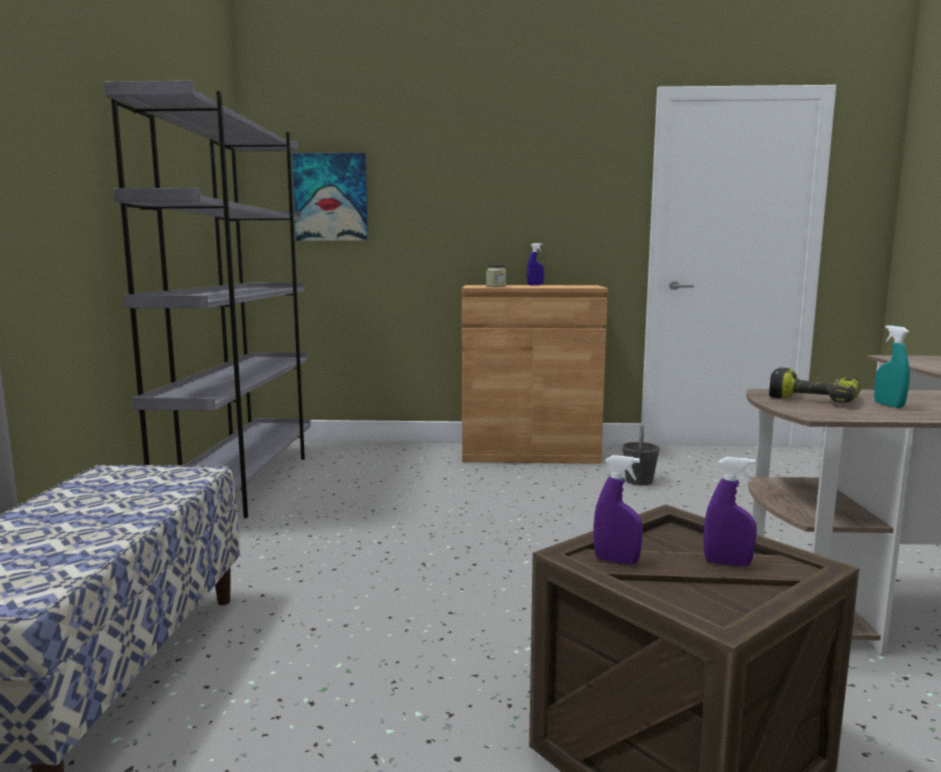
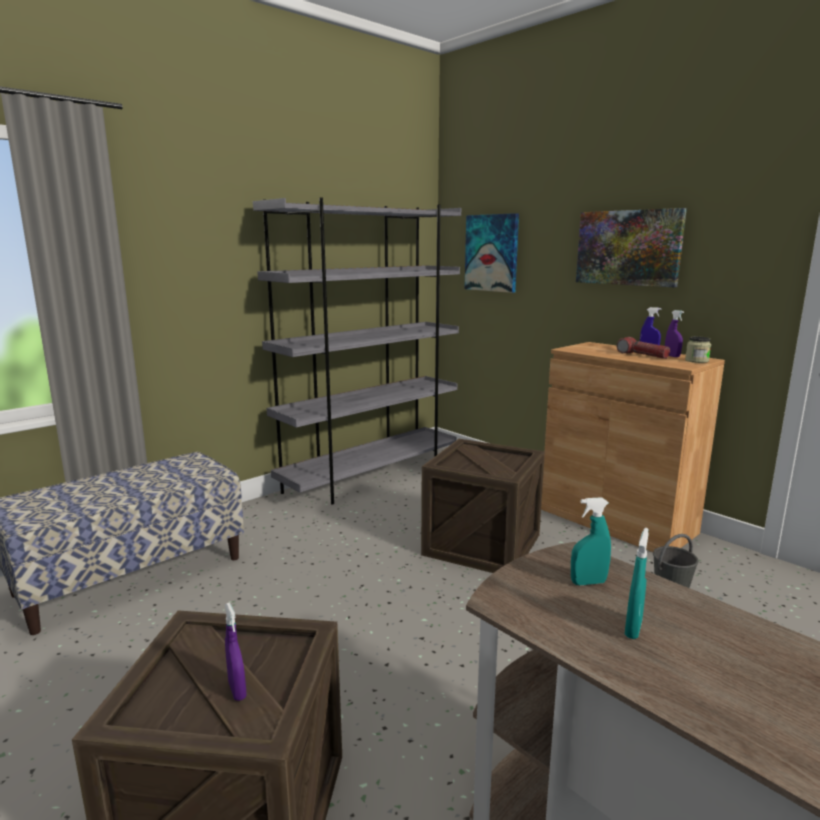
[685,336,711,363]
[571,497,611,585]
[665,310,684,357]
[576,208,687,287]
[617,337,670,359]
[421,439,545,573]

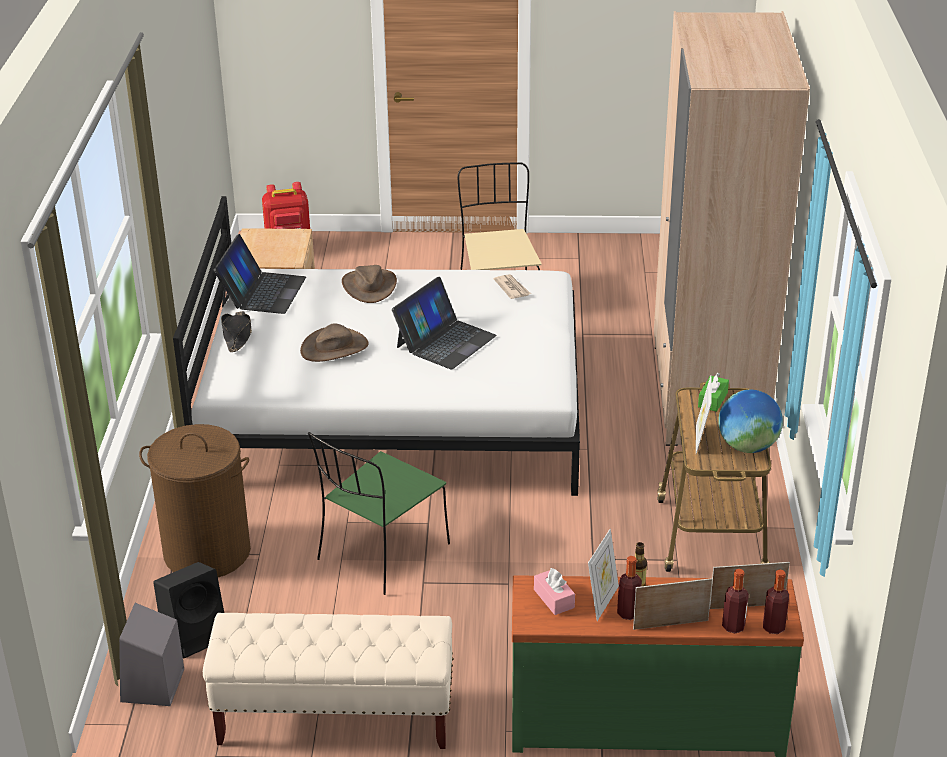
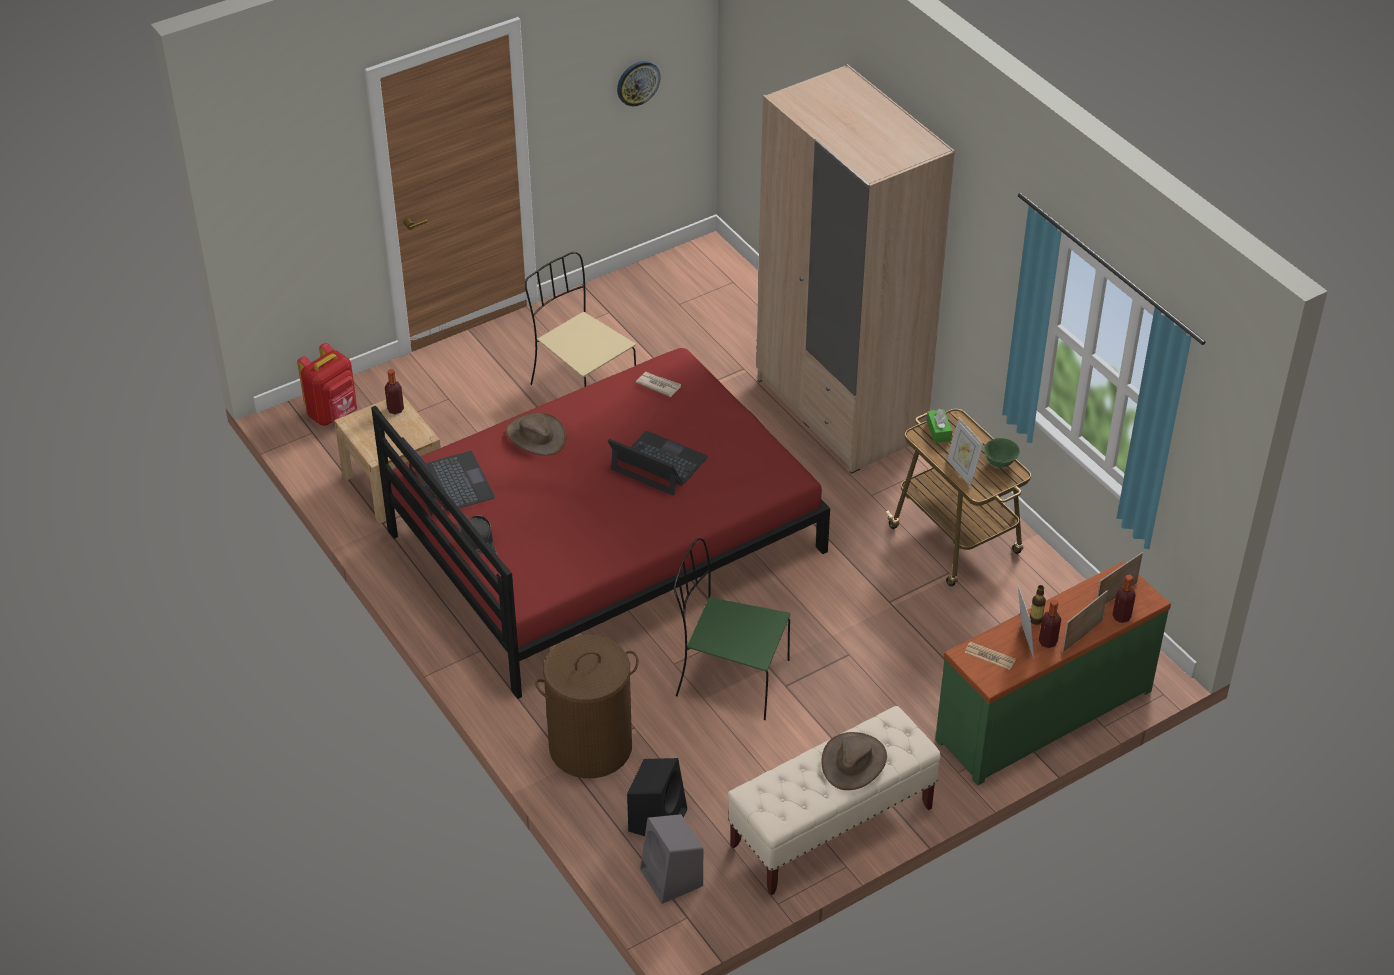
[371,348,830,699]
[608,431,708,496]
[822,732,887,790]
[984,438,1020,468]
[674,538,790,720]
[964,642,1016,670]
[385,369,404,415]
[617,61,661,106]

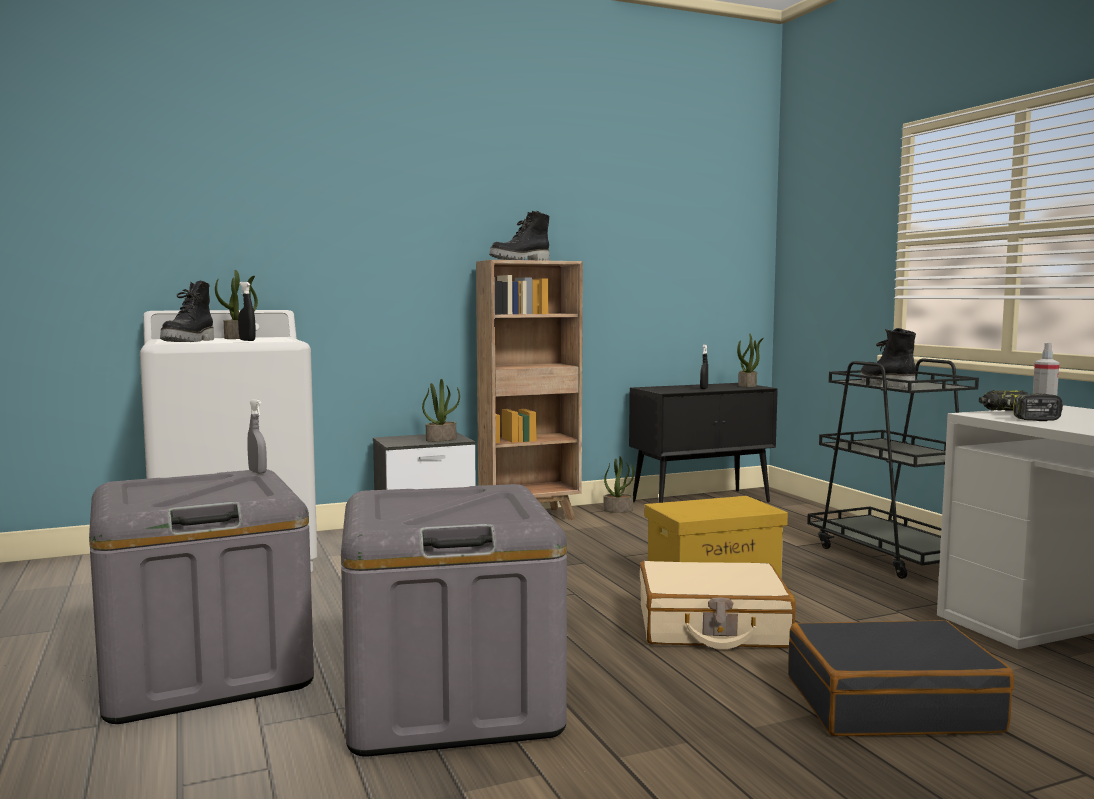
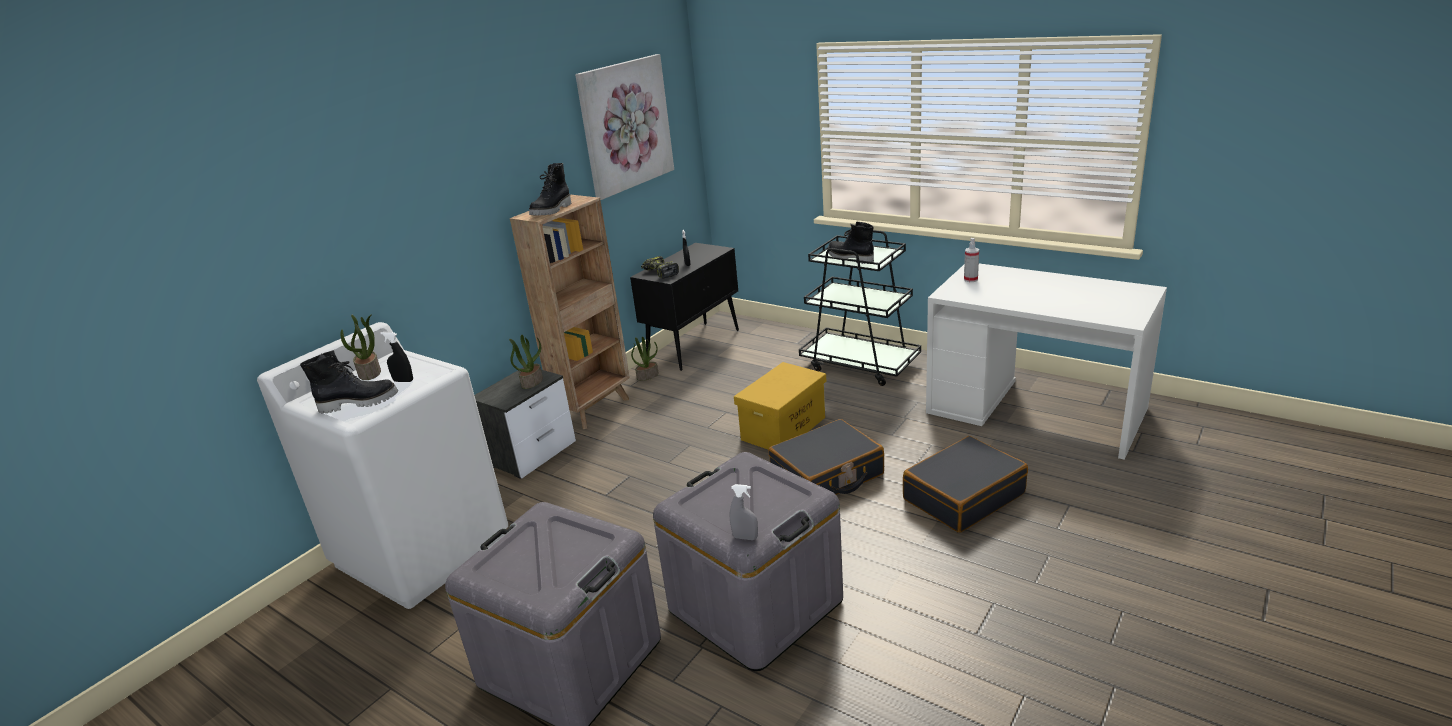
[300,350,398,414]
[737,333,764,387] (first image)
[641,256,679,279]
[730,484,758,540]
[769,419,884,495]
[575,54,674,200]

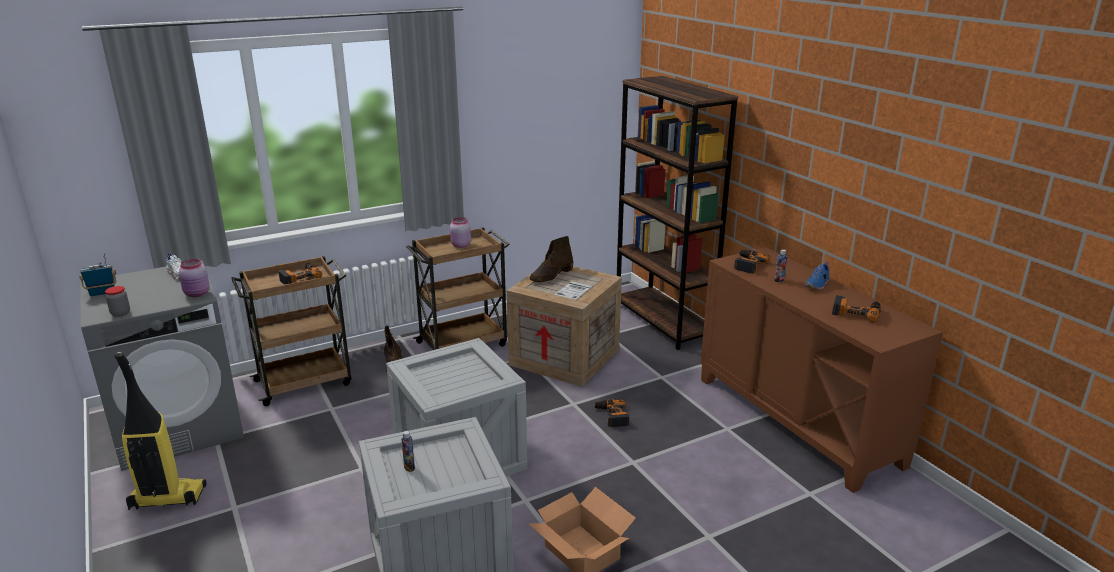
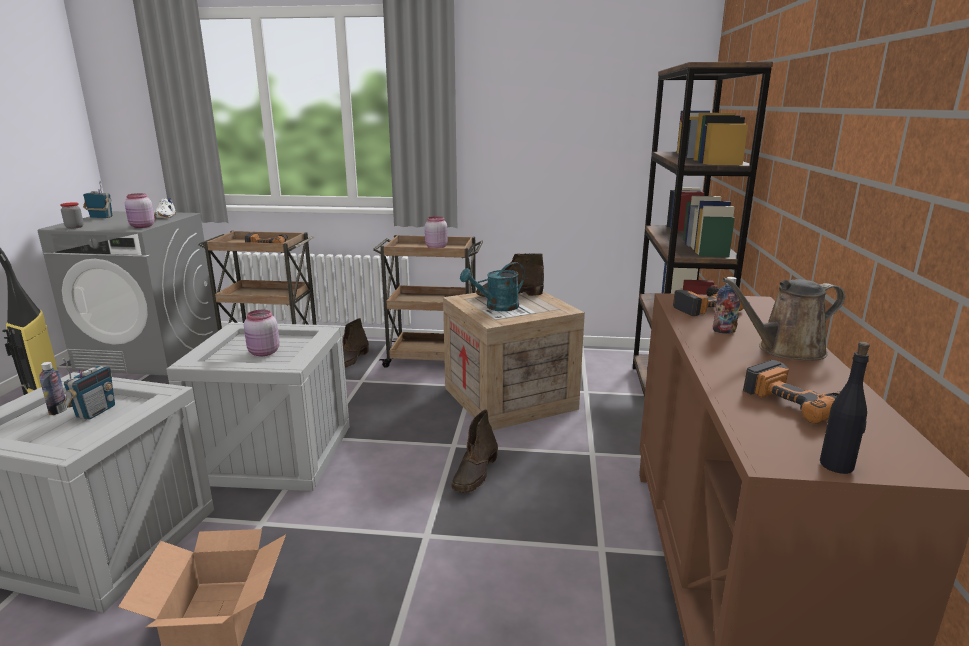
[722,278,845,361]
[451,410,498,493]
[460,262,525,311]
[244,310,280,356]
[820,342,870,474]
[62,358,115,420]

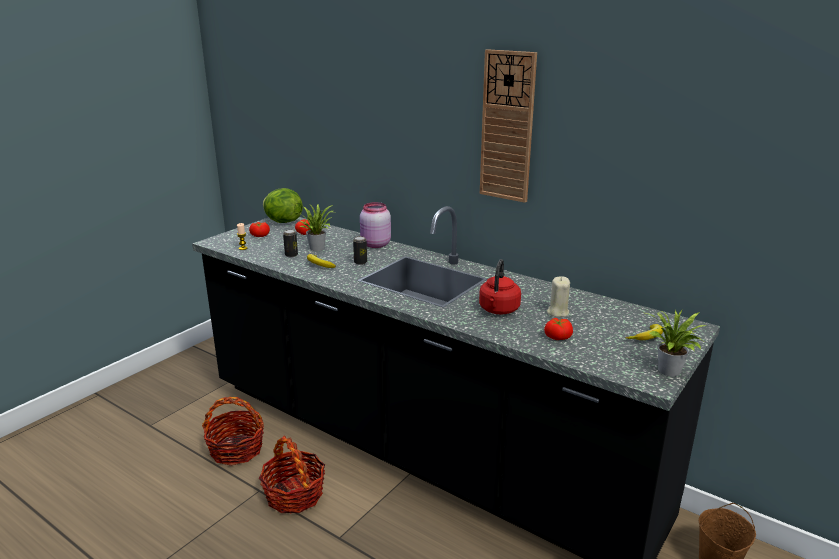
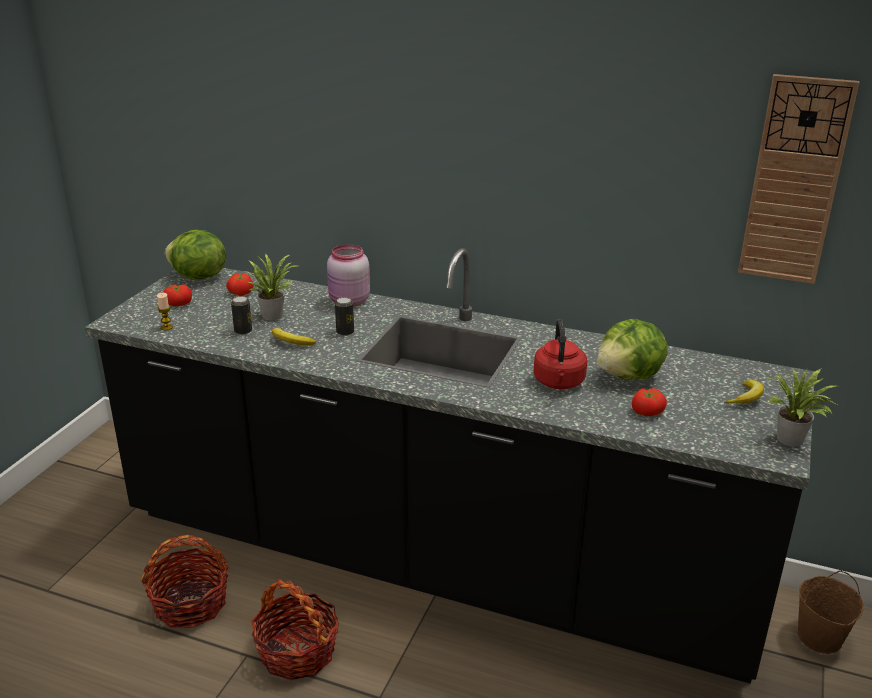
[738,74,860,284]
[597,319,668,380]

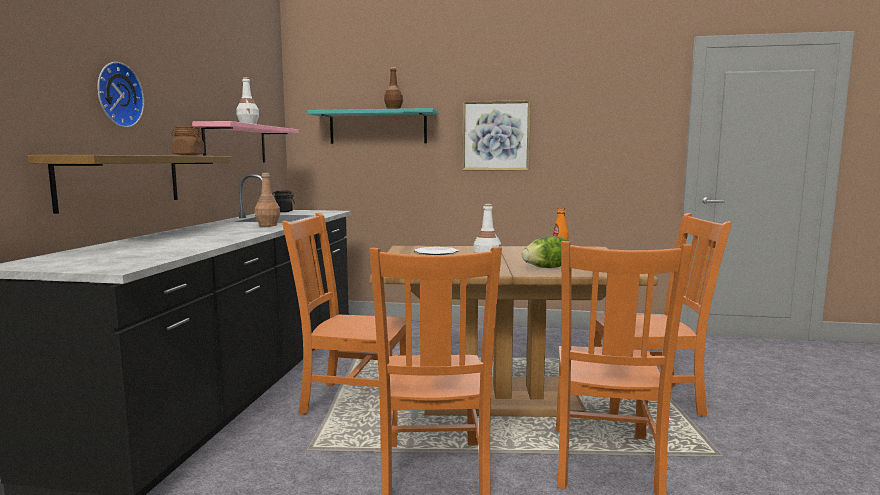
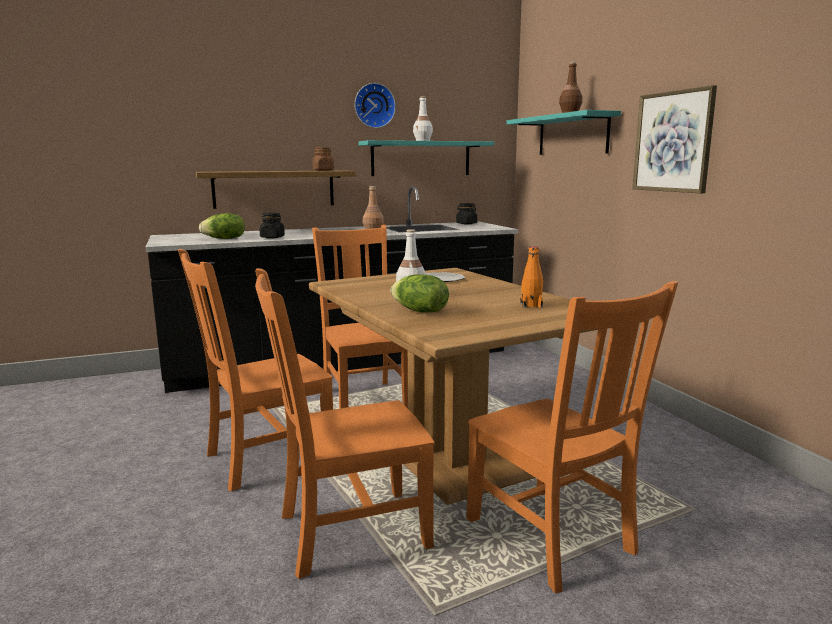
[354,83,396,128]
[358,140,494,176]
[199,213,245,239]
[260,213,285,239]

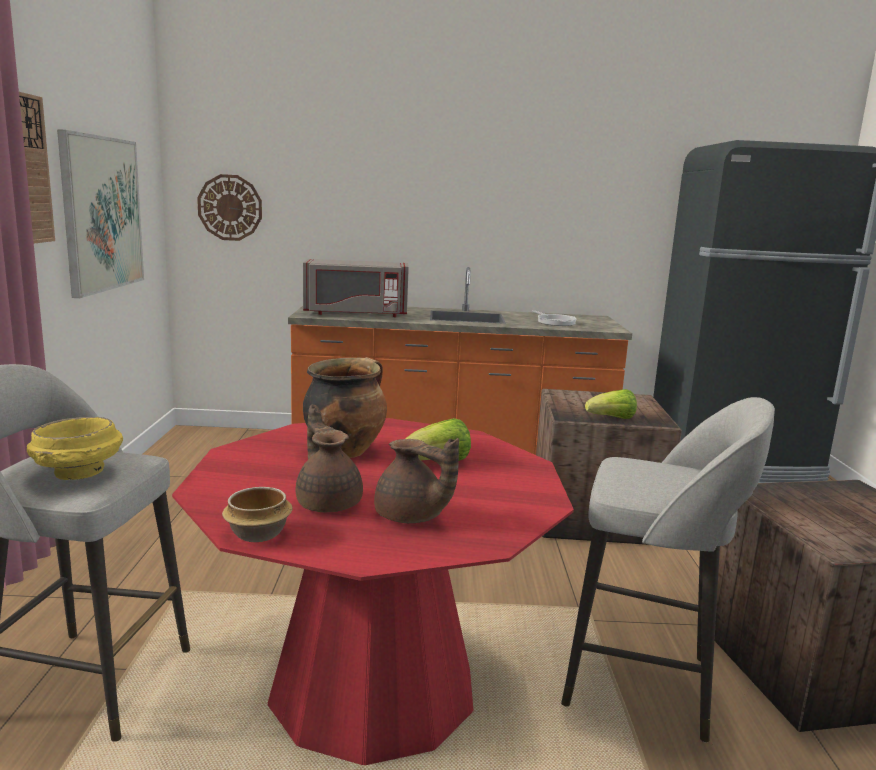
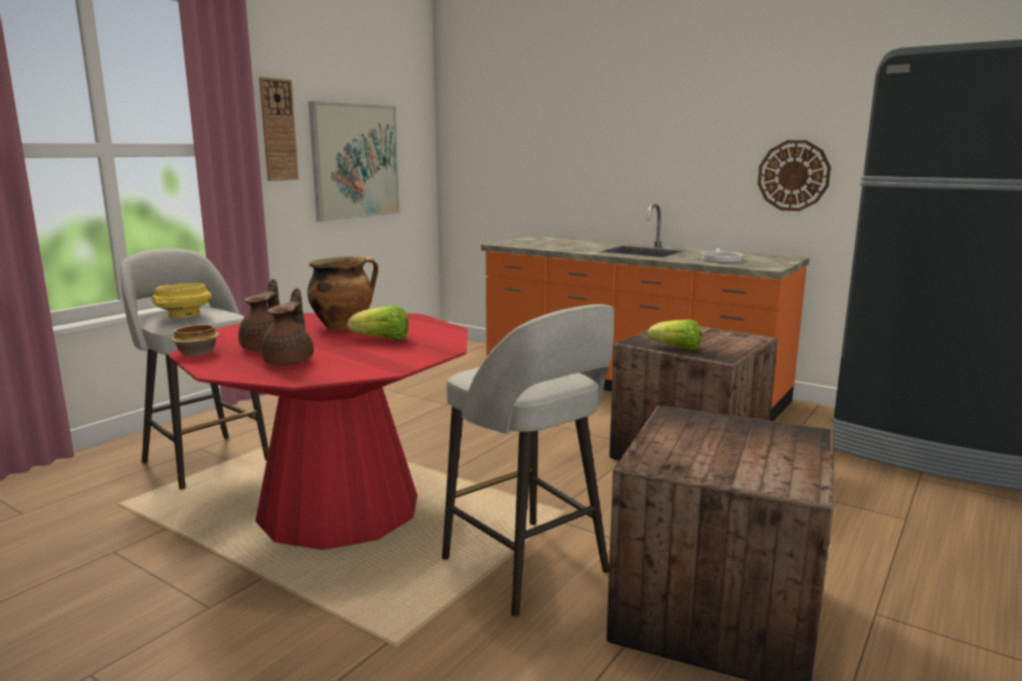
[758,140,831,211]
[303,259,409,317] (first image)
[261,288,314,365]

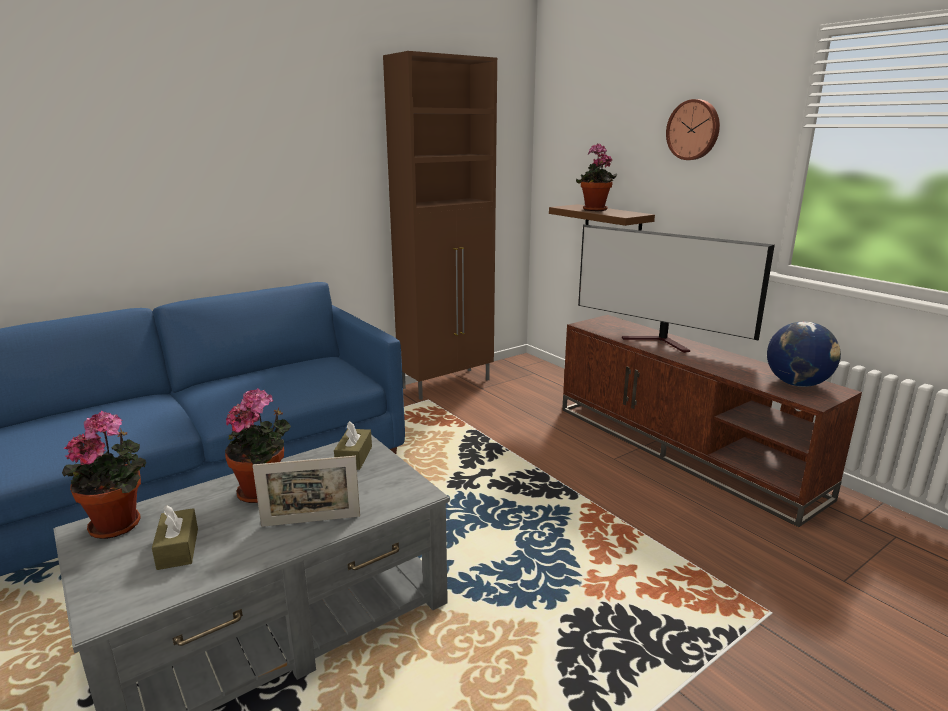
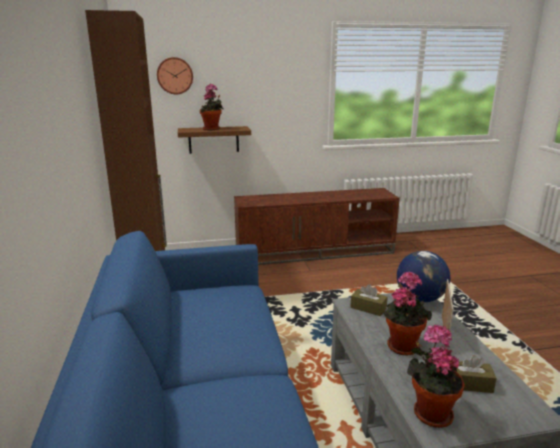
[157,57,193,95]
[578,224,775,353] (first image)
[397,251,450,302]

